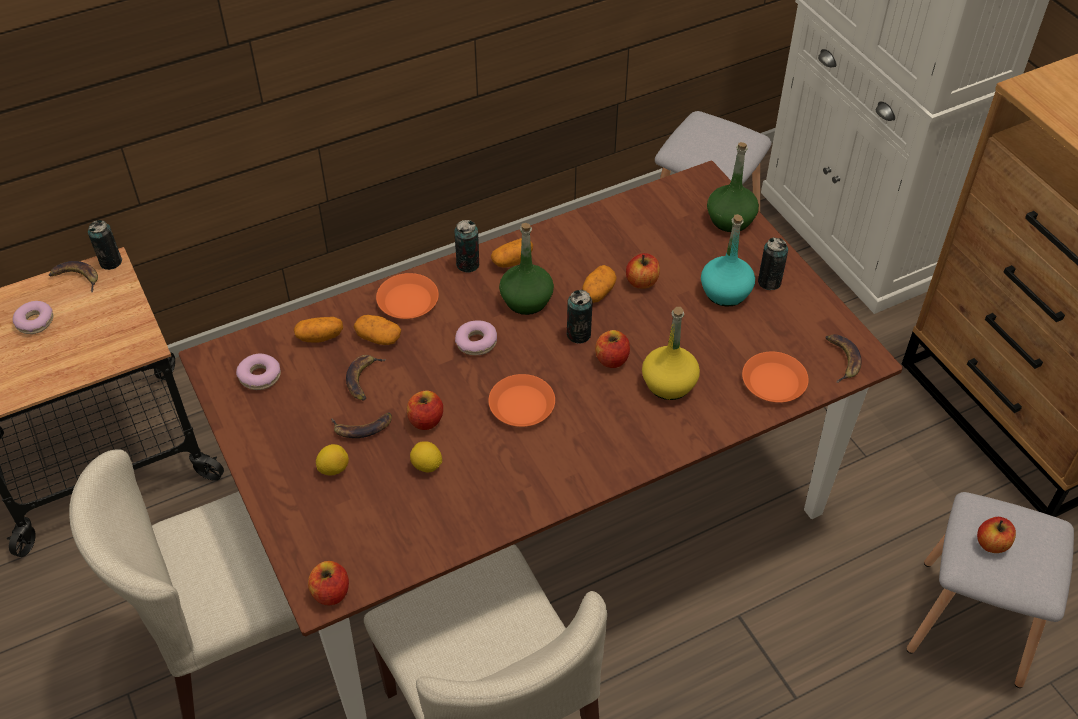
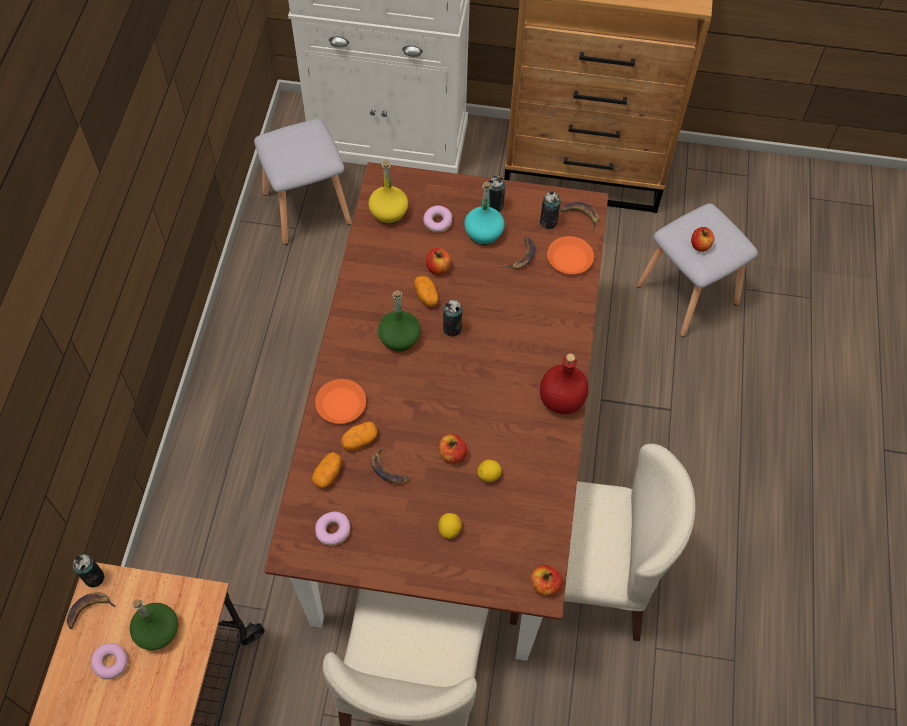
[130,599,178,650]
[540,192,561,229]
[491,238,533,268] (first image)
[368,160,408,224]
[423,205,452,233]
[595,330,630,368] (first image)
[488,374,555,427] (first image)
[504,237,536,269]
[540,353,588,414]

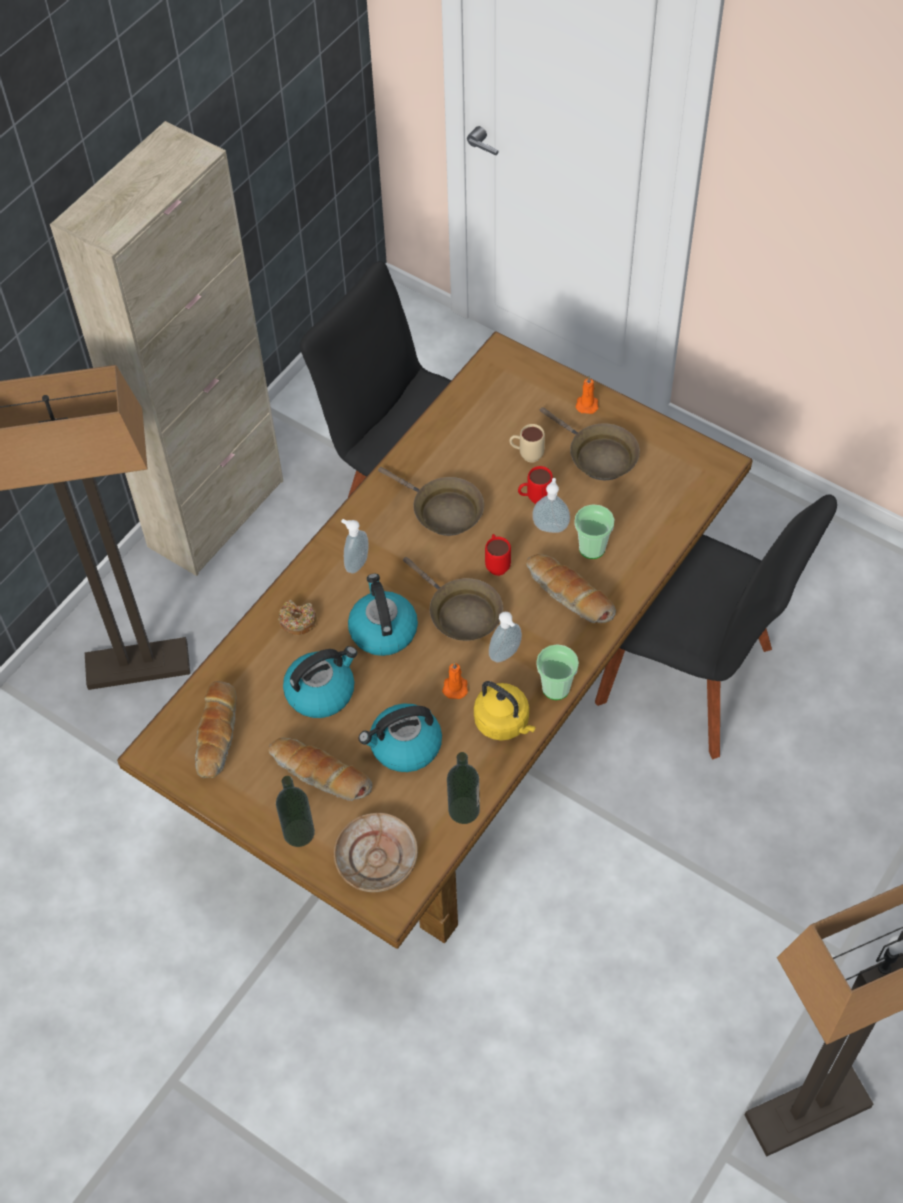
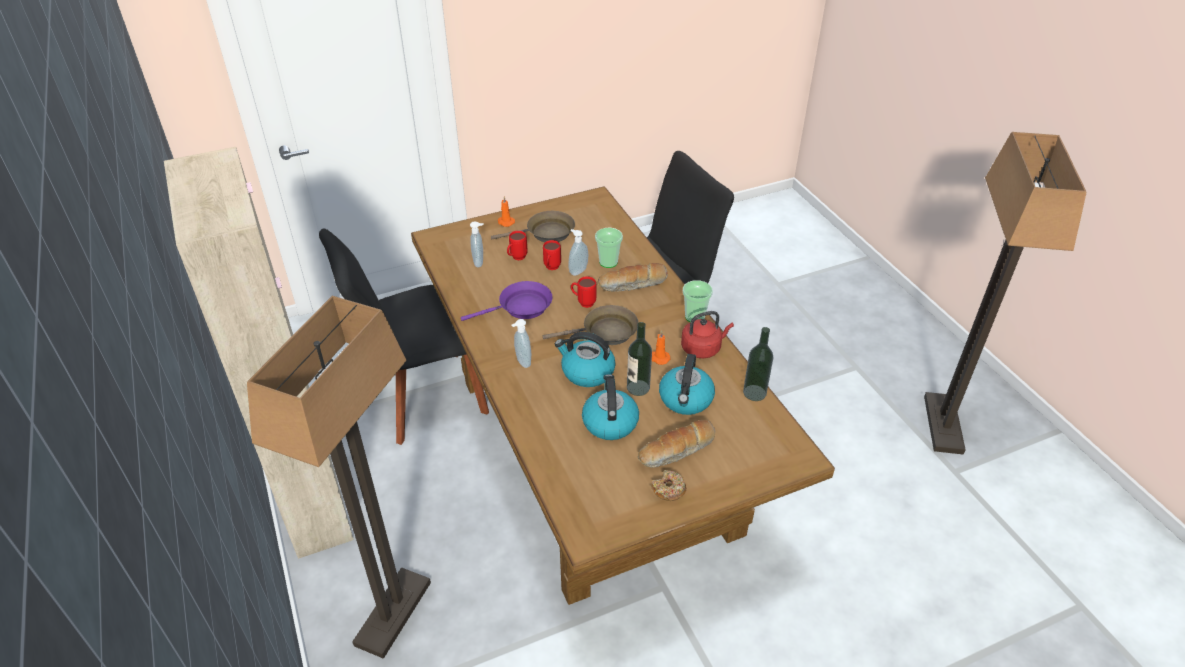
[507,231,528,260]
[461,281,553,321]
[651,470,686,501]
[470,221,483,268]
[195,681,237,778] (first image)
[681,311,734,358]
[627,322,652,396]
[334,813,418,892] (first image)

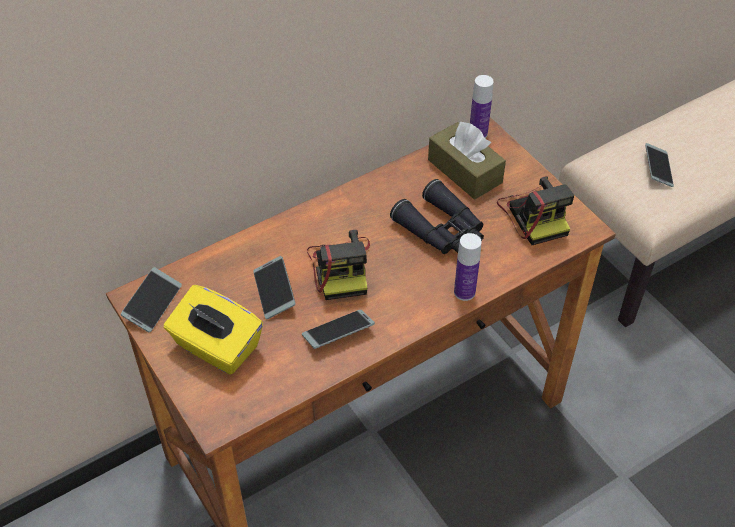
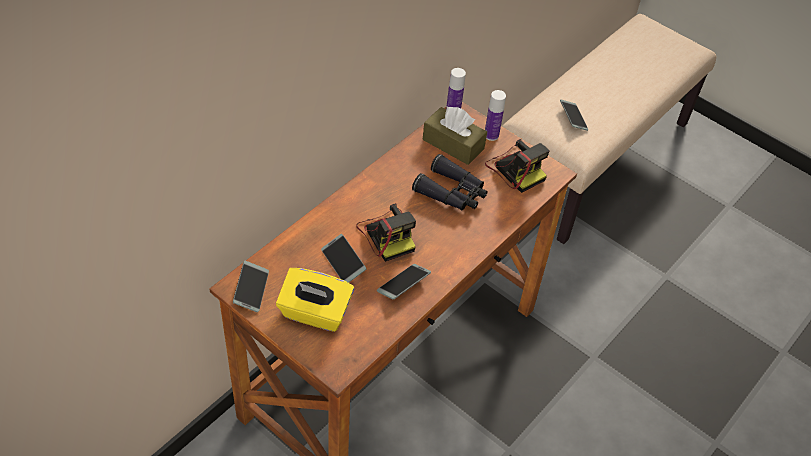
[485,90,506,141]

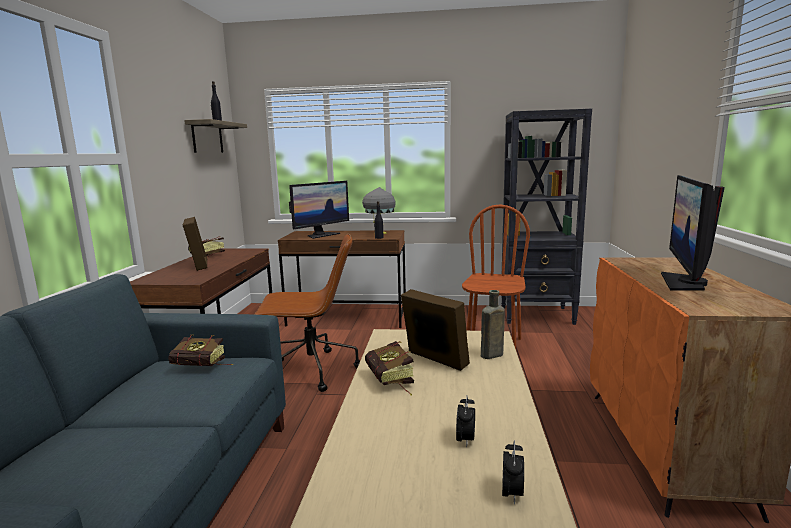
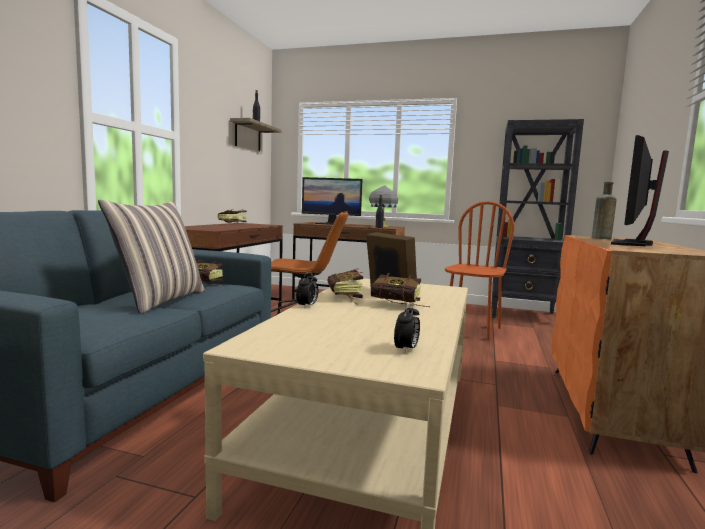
[302,177,362,225]
[183,217,207,271] (first image)
[591,182,617,239]
[296,272,318,308]
[98,200,205,314]
[371,273,430,307]

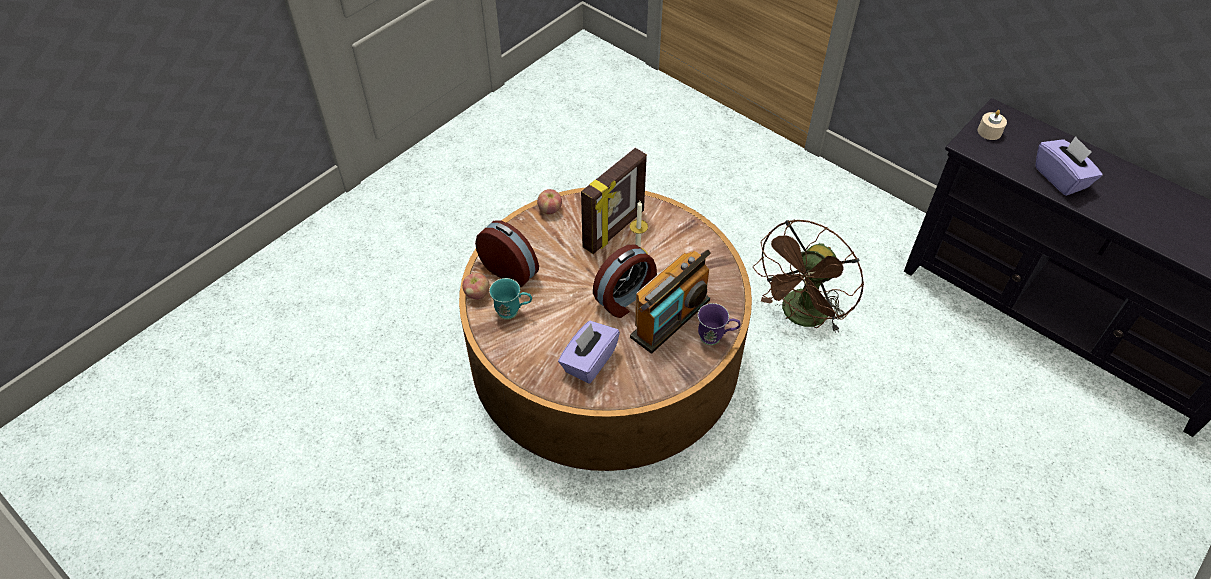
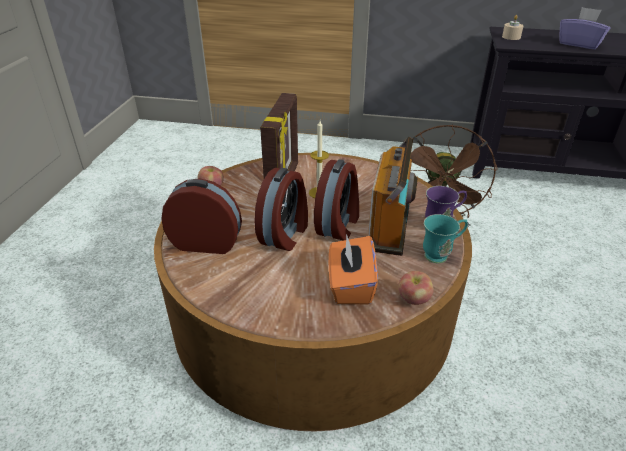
[398,271,434,305]
[423,214,468,263]
[329,234,378,304]
[255,168,308,251]

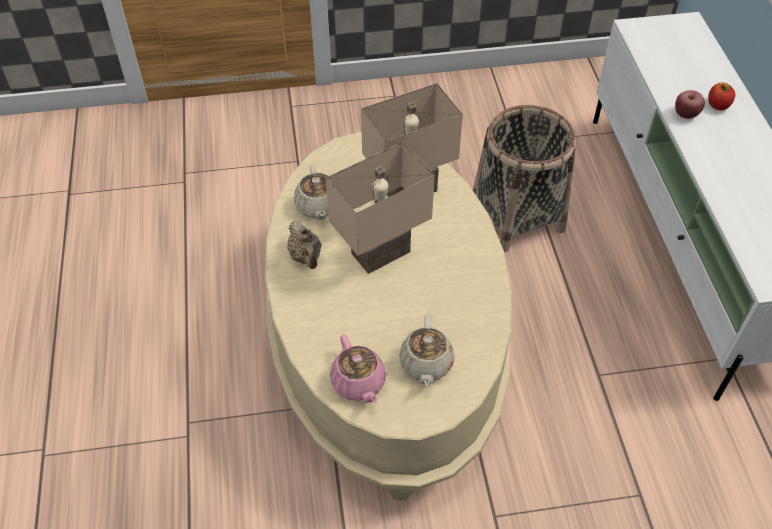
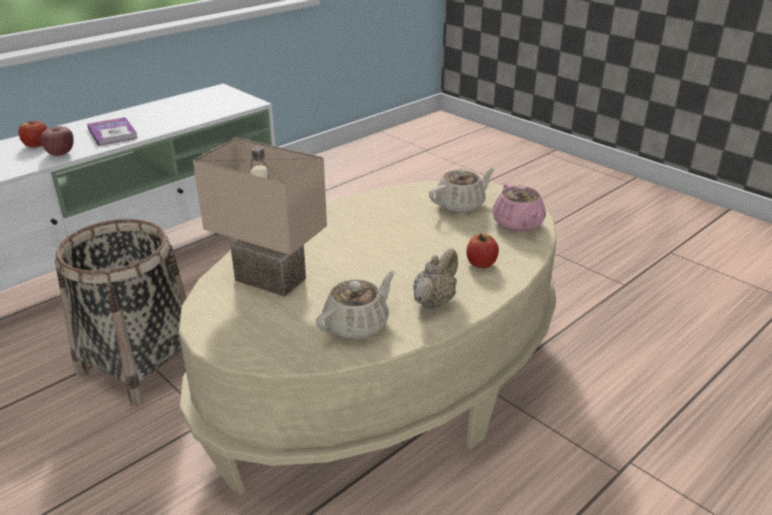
[326,142,435,274] (first image)
[492,183,546,232]
[87,117,138,146]
[466,234,499,268]

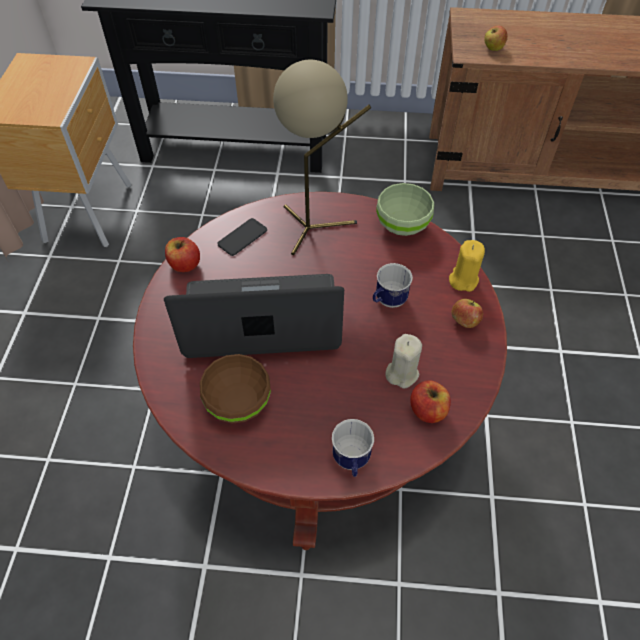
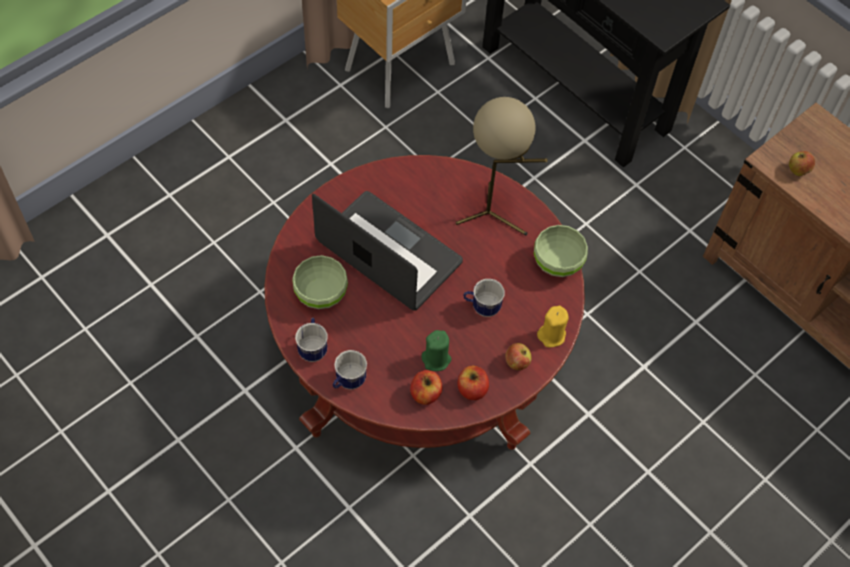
[217,218,267,256] (first image)
[458,366,489,400]
[421,330,452,371]
[292,255,348,309]
[295,318,328,362]

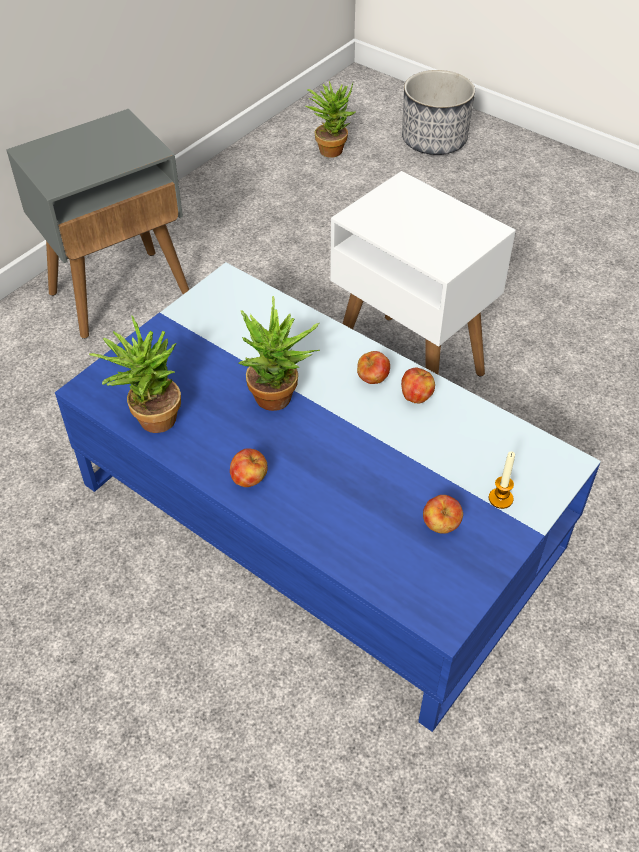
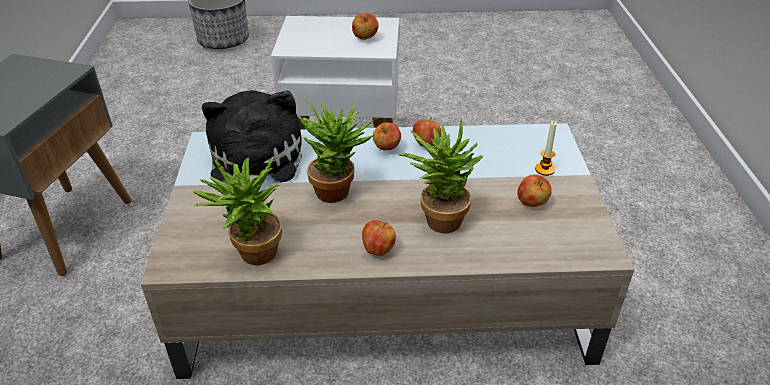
[398,118,483,233]
[141,123,634,379]
[352,13,379,40]
[202,90,302,192]

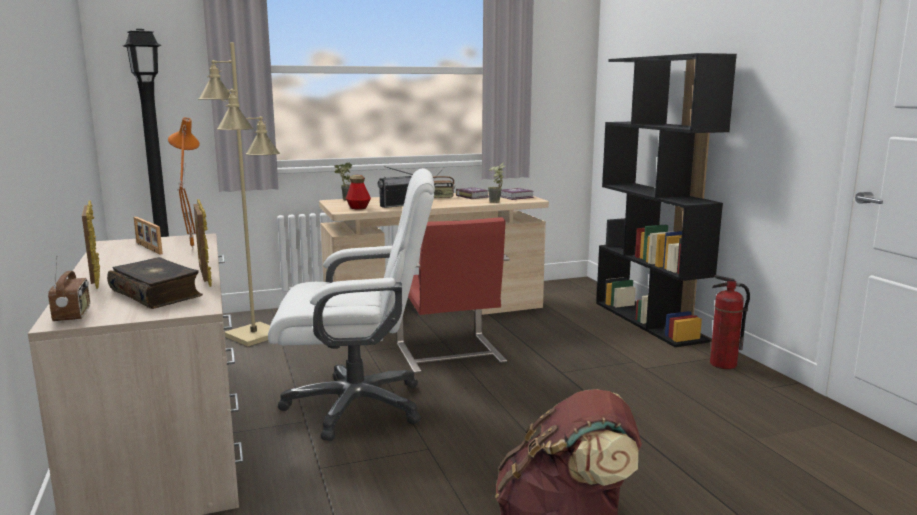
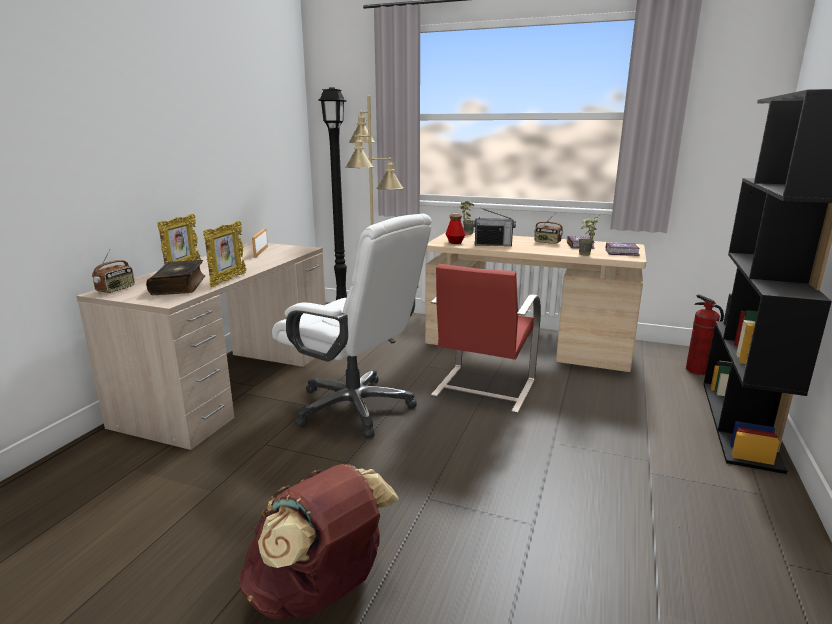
[168,117,200,250] (first image)
[686,294,724,375]

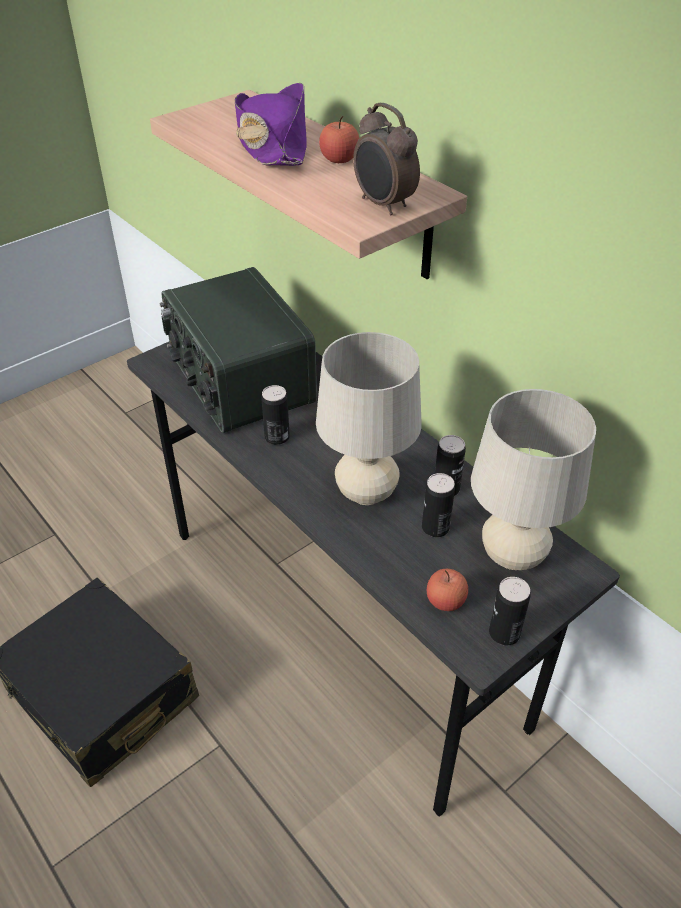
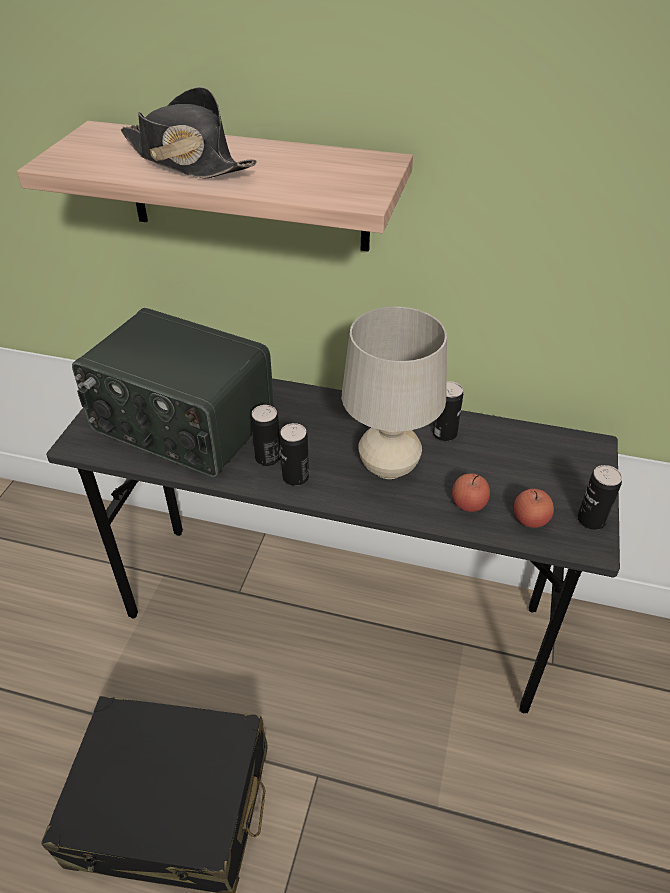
[121,87,257,179]
[353,103,420,215] (first image)
[452,473,490,512]
[471,389,596,570] (first image)
[280,423,309,486]

